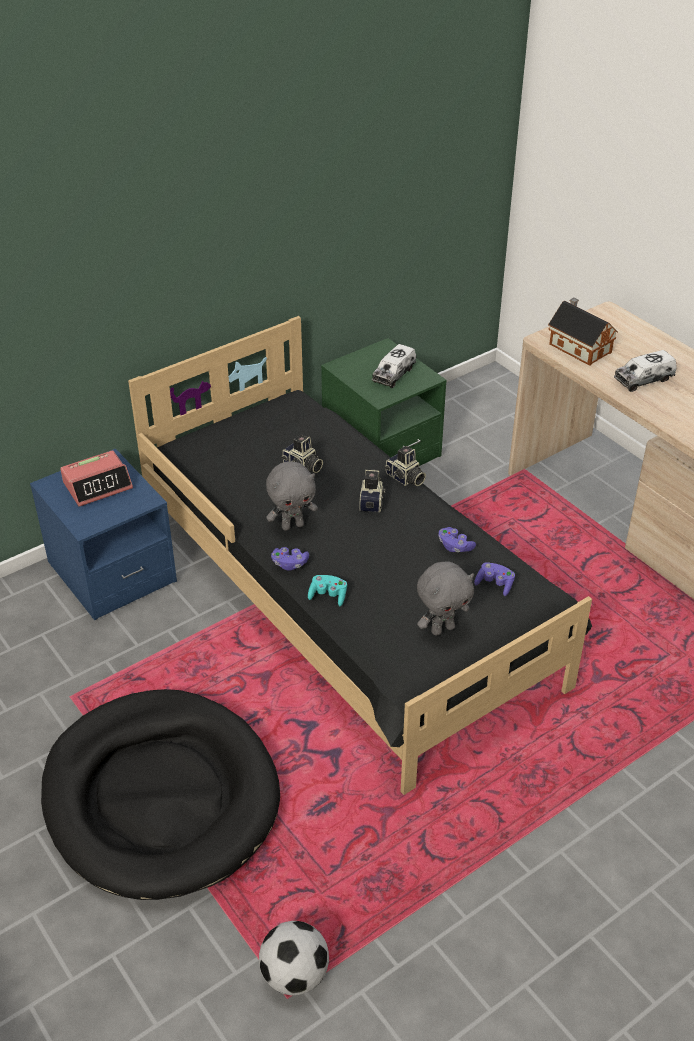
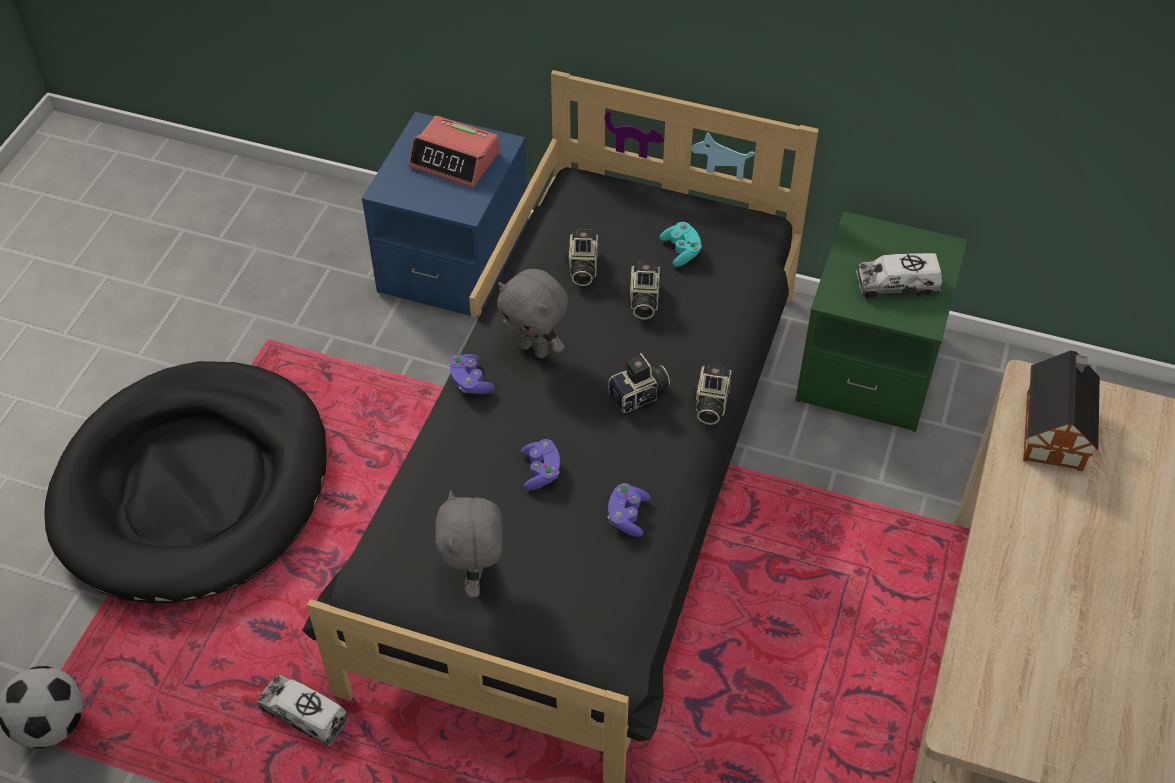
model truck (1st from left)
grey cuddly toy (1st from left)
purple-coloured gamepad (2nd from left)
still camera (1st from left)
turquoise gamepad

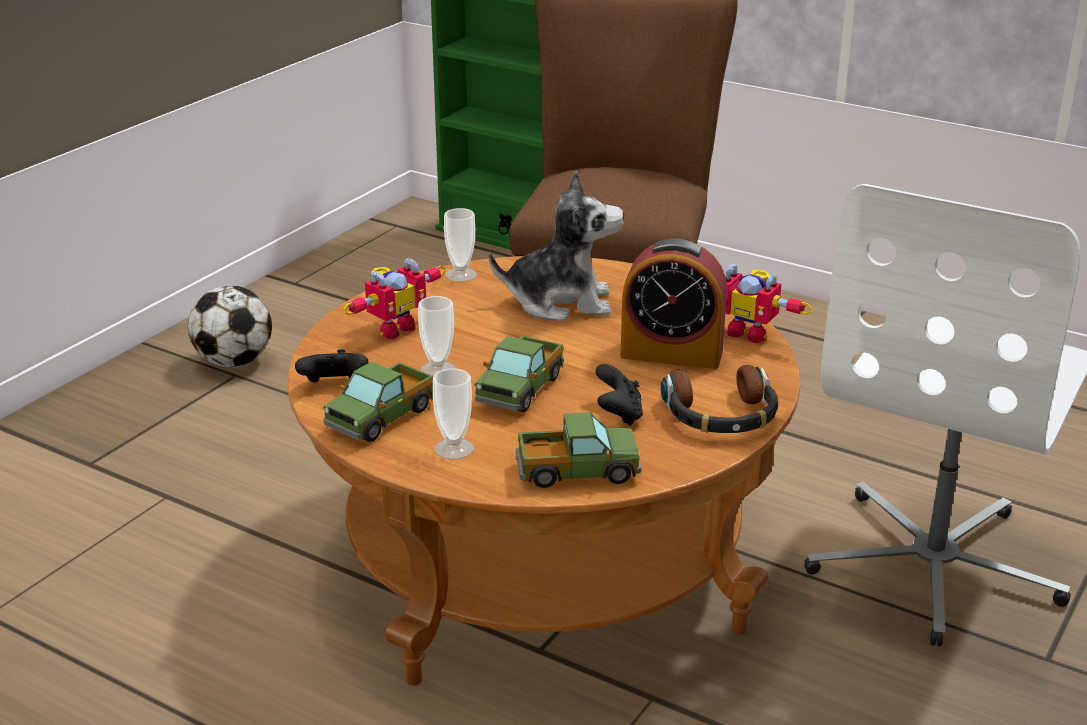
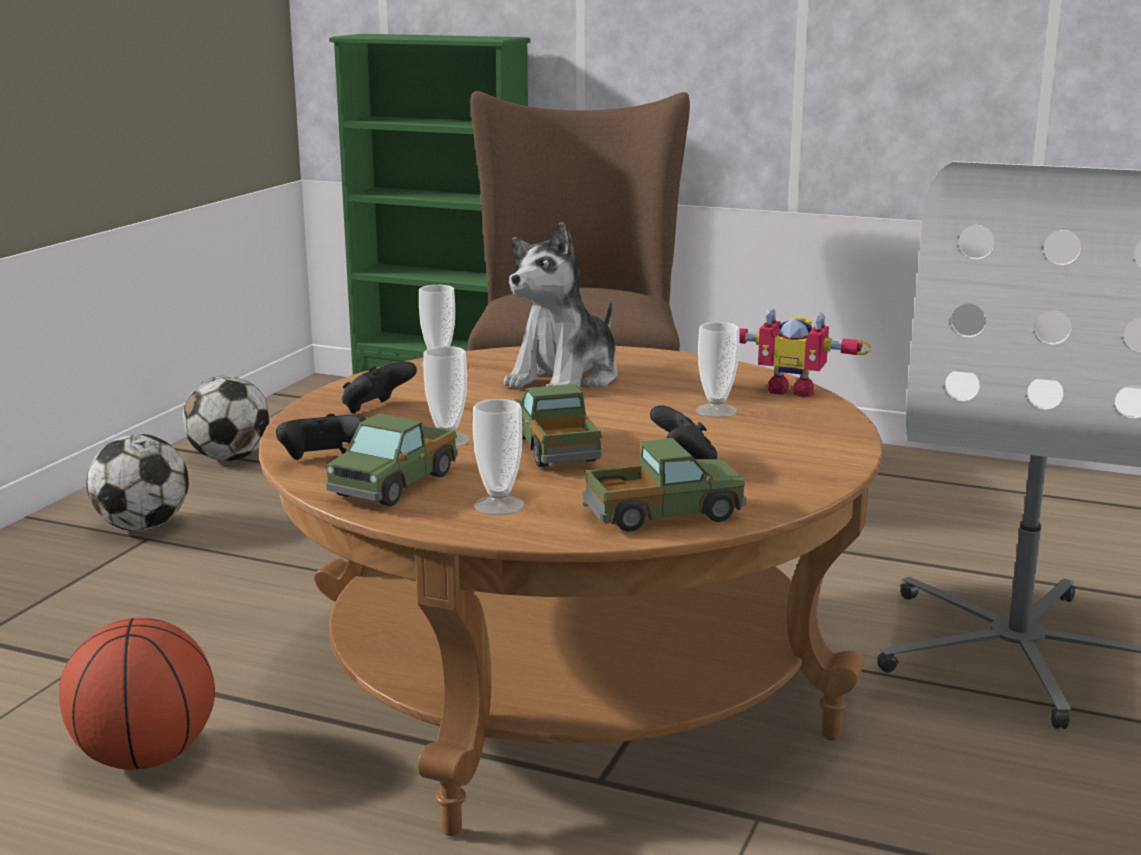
basketball
ball for football (2nd from left)
blackish gamepad (2nd from left)
cuddly toy
model truck (2nd from left)
small cup (4th from left)
headset

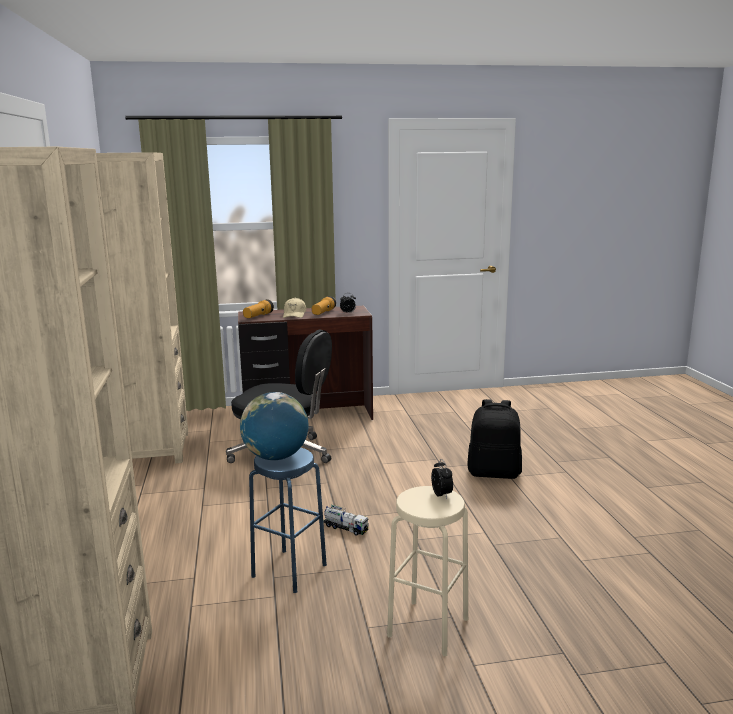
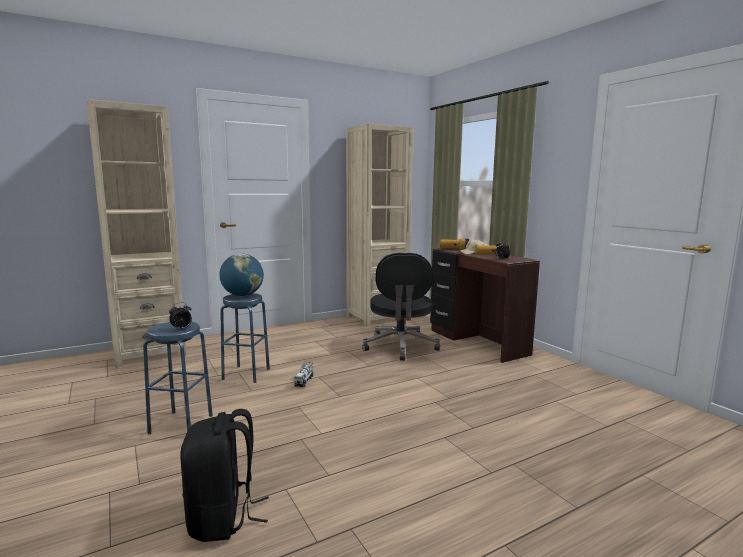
blue-coloured stool (1st from left)
blackish rucksack

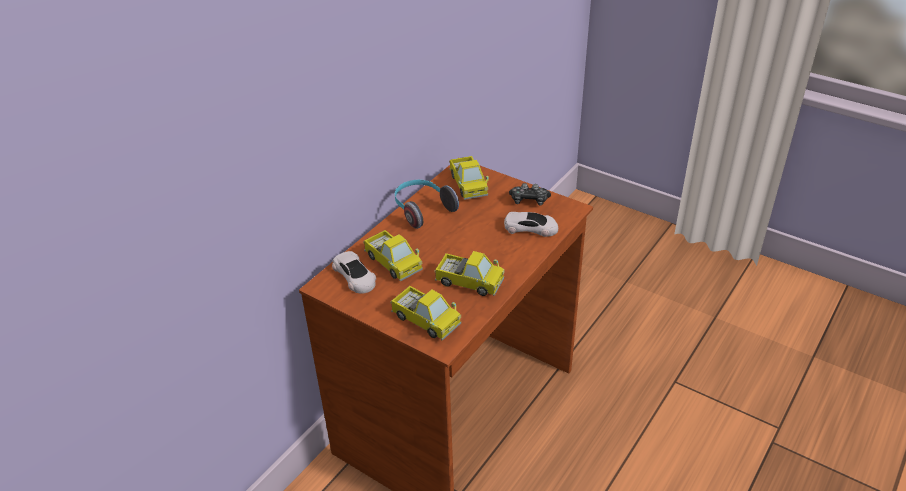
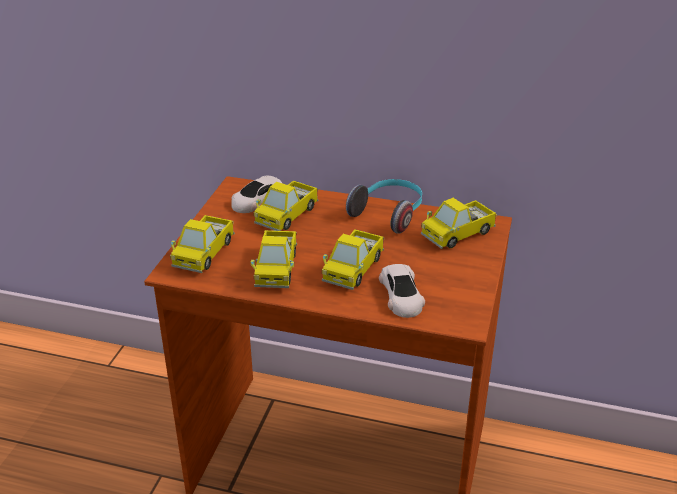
model truck (4th from left)
gamepad

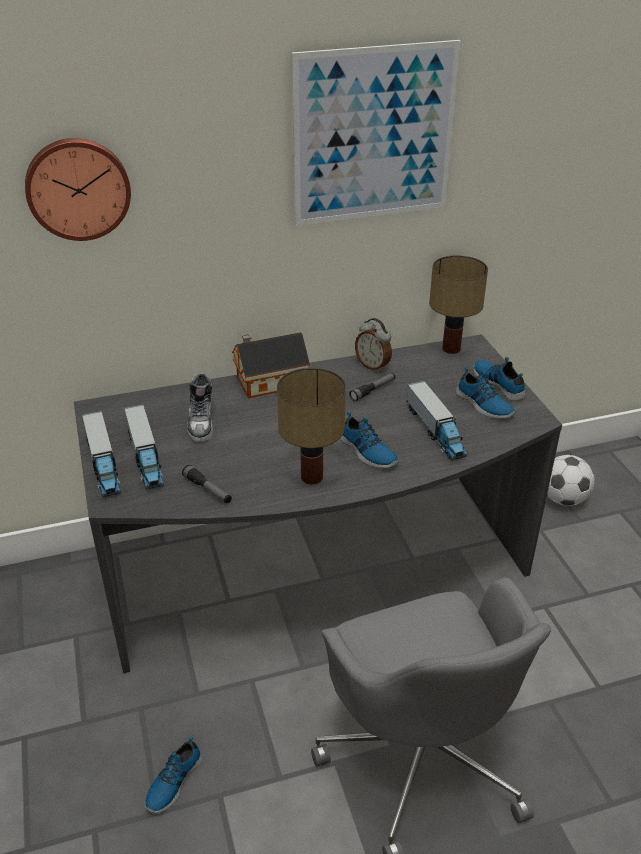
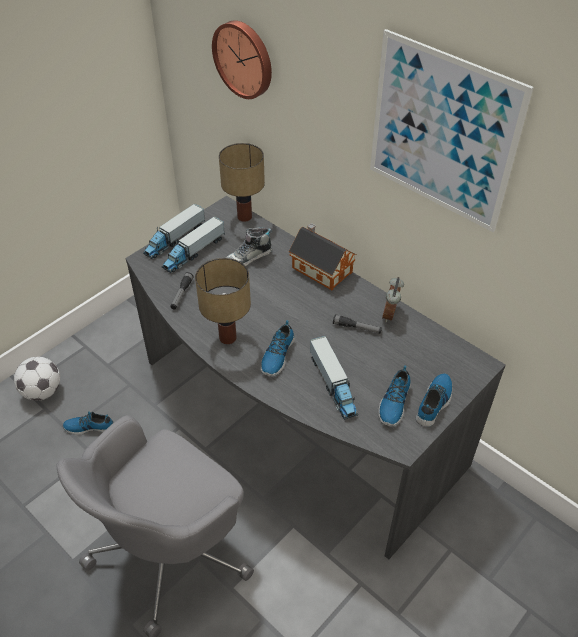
ball for football
table lamp (2nd from left)
model truck (3rd from left)

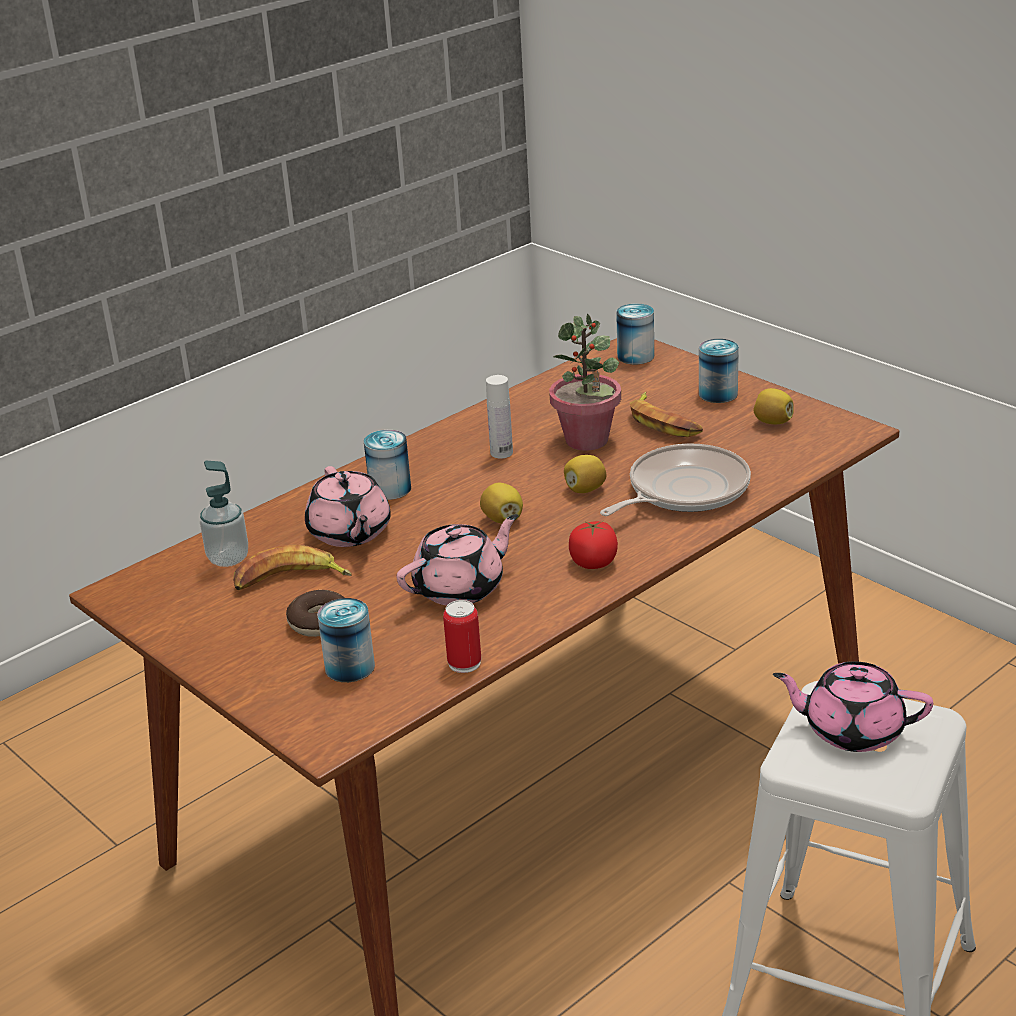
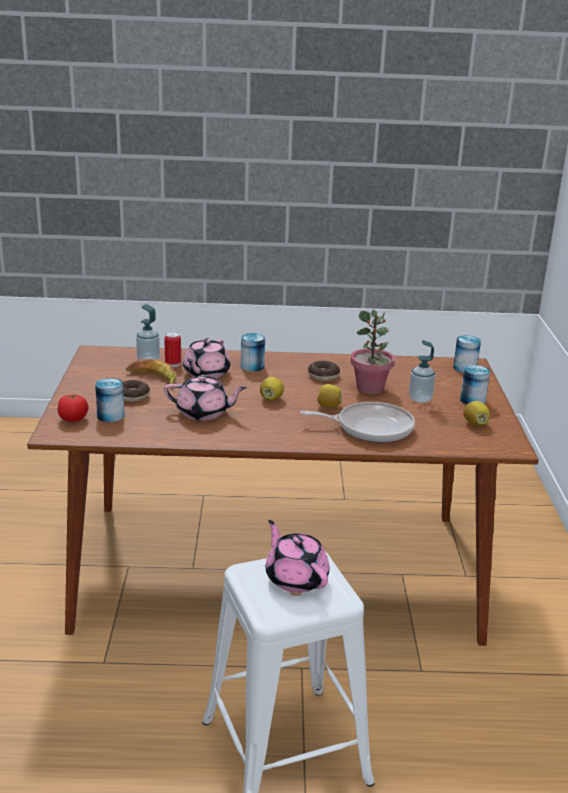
whole tomato
sealed can (2nd from left)
donut (2nd from left)
soap dispenser (2nd from left)

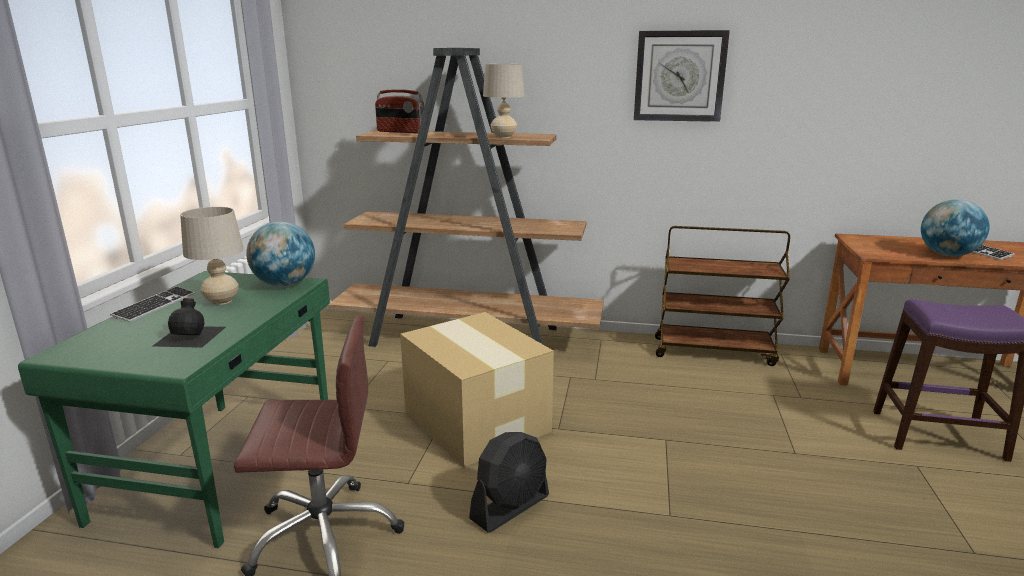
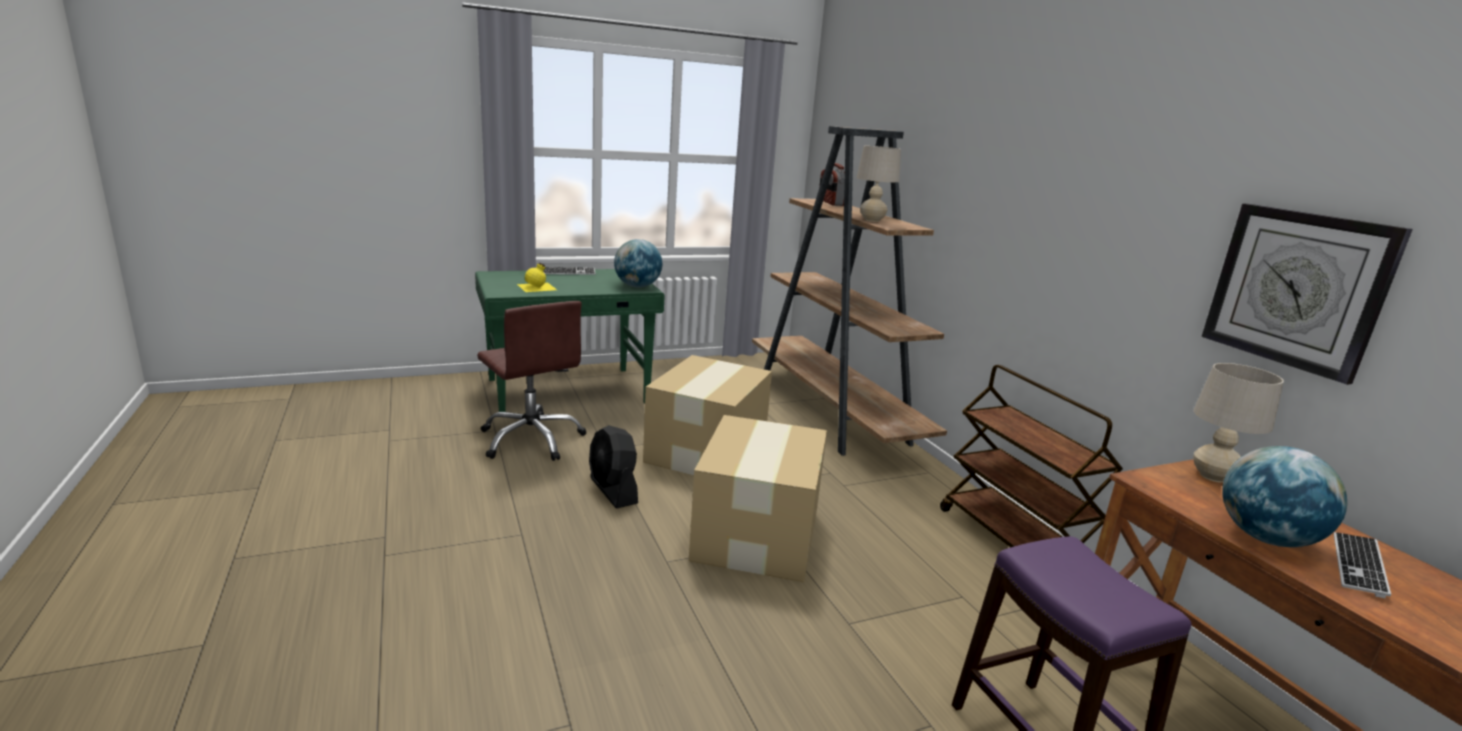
yellow drink bottle
blackish cooling fan
carton (2nd from left)
sand-coloured table lamp (2nd from left)
hanging clock

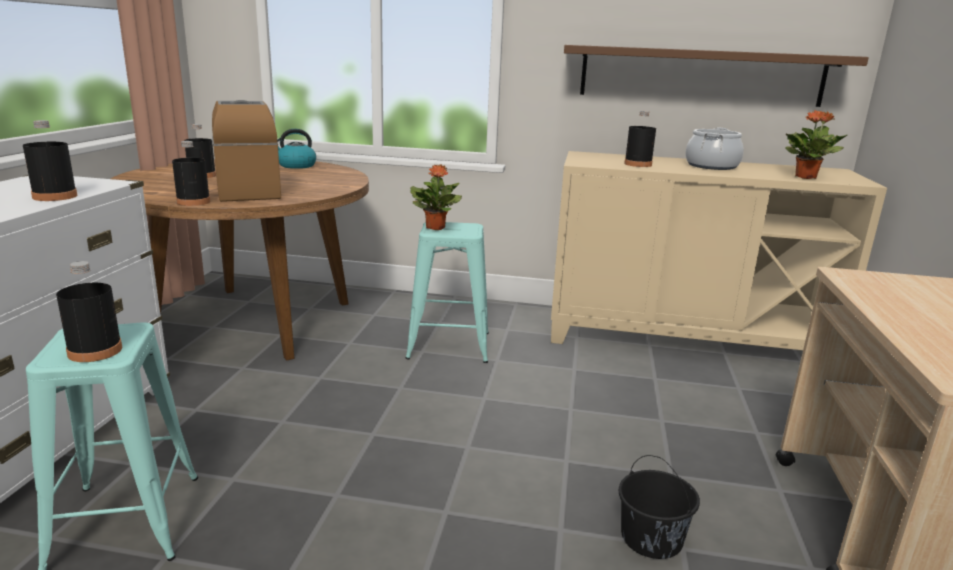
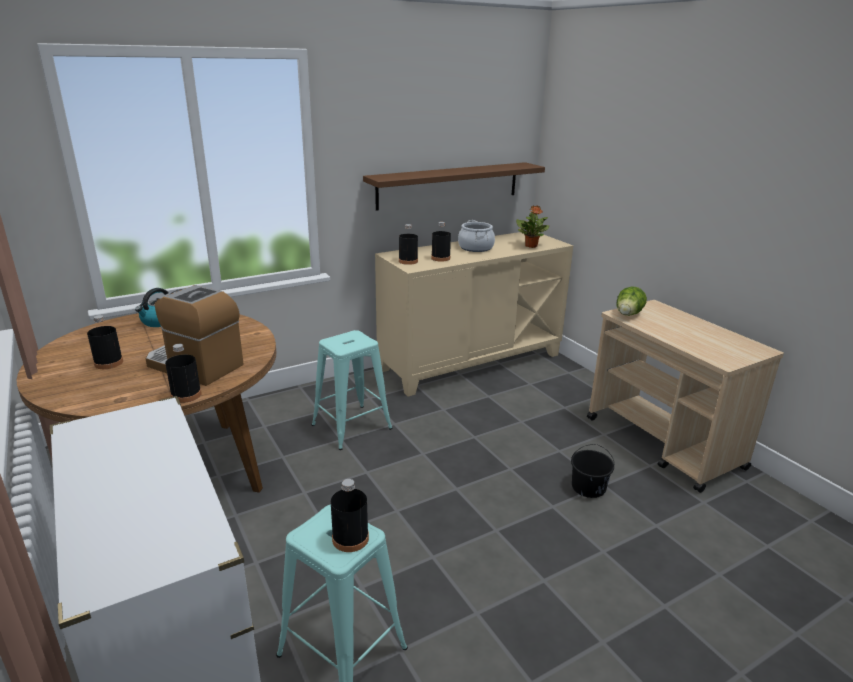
blackish drink bottle (4th from left)
lettuce head
houseplant (1st from left in the first image)

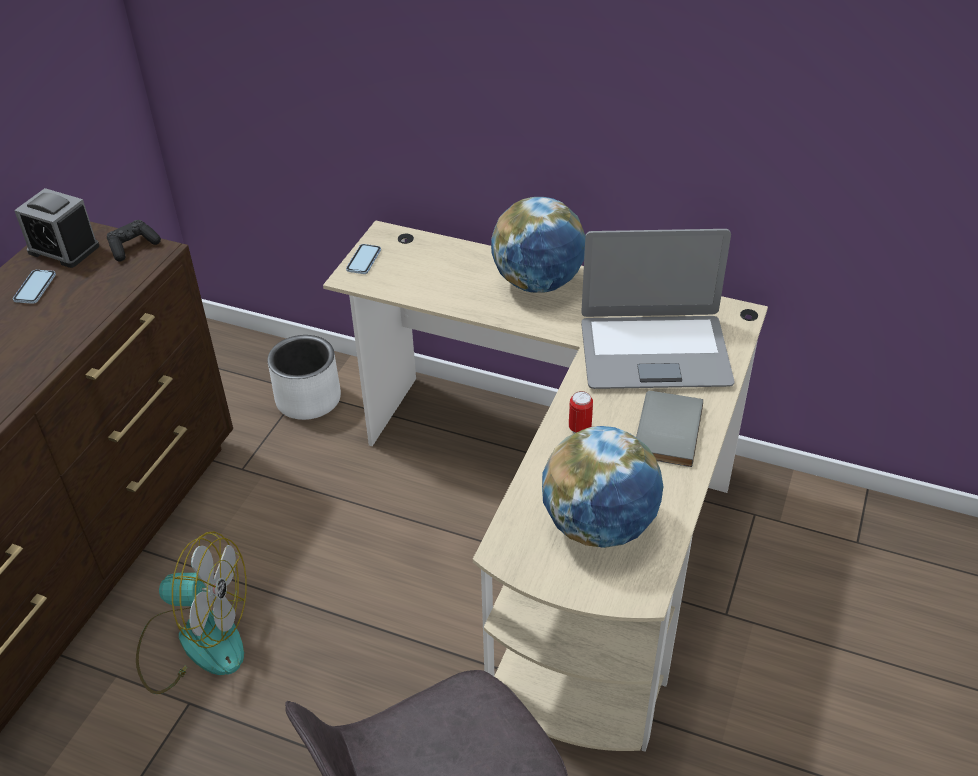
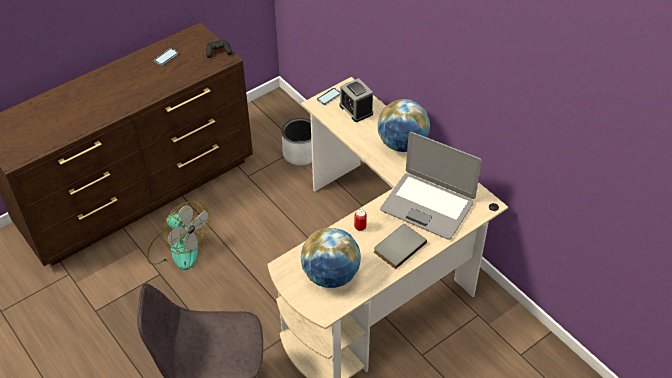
bedside clock

